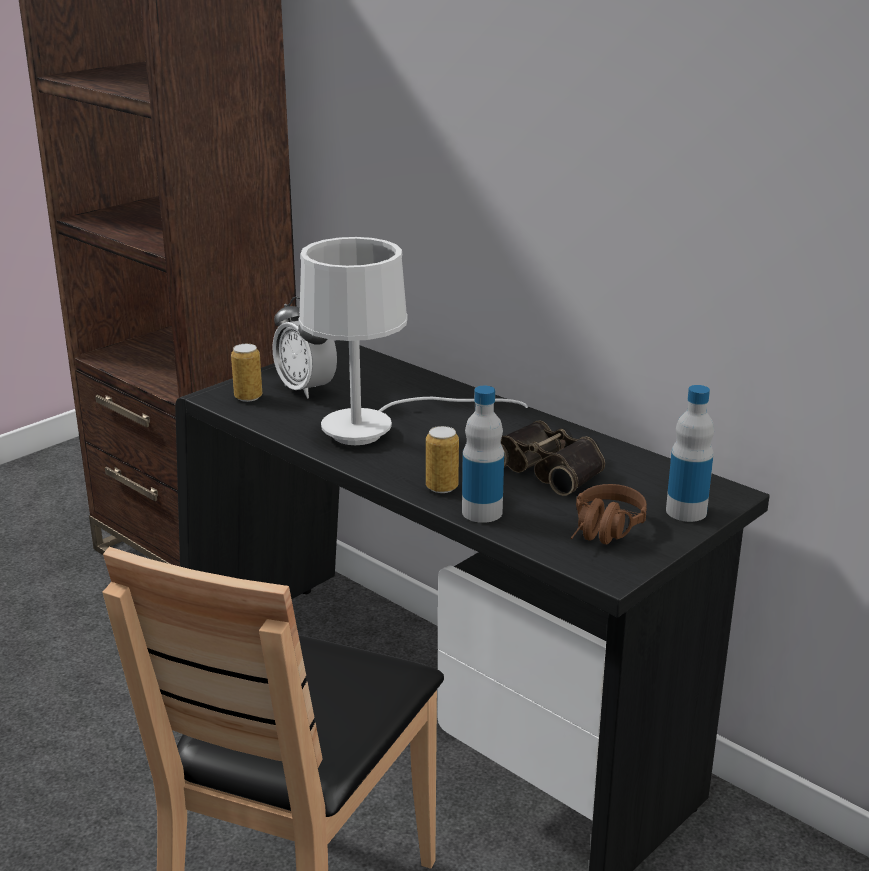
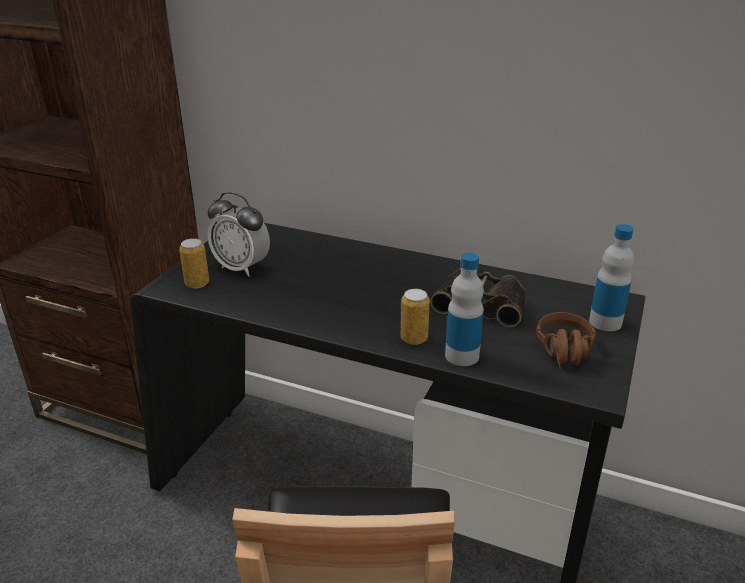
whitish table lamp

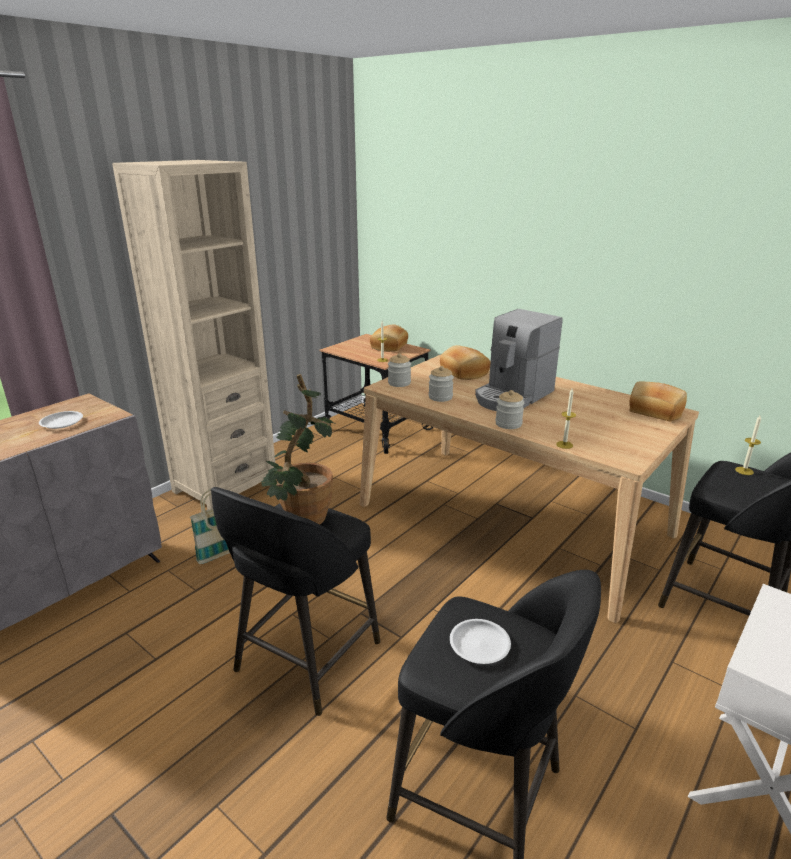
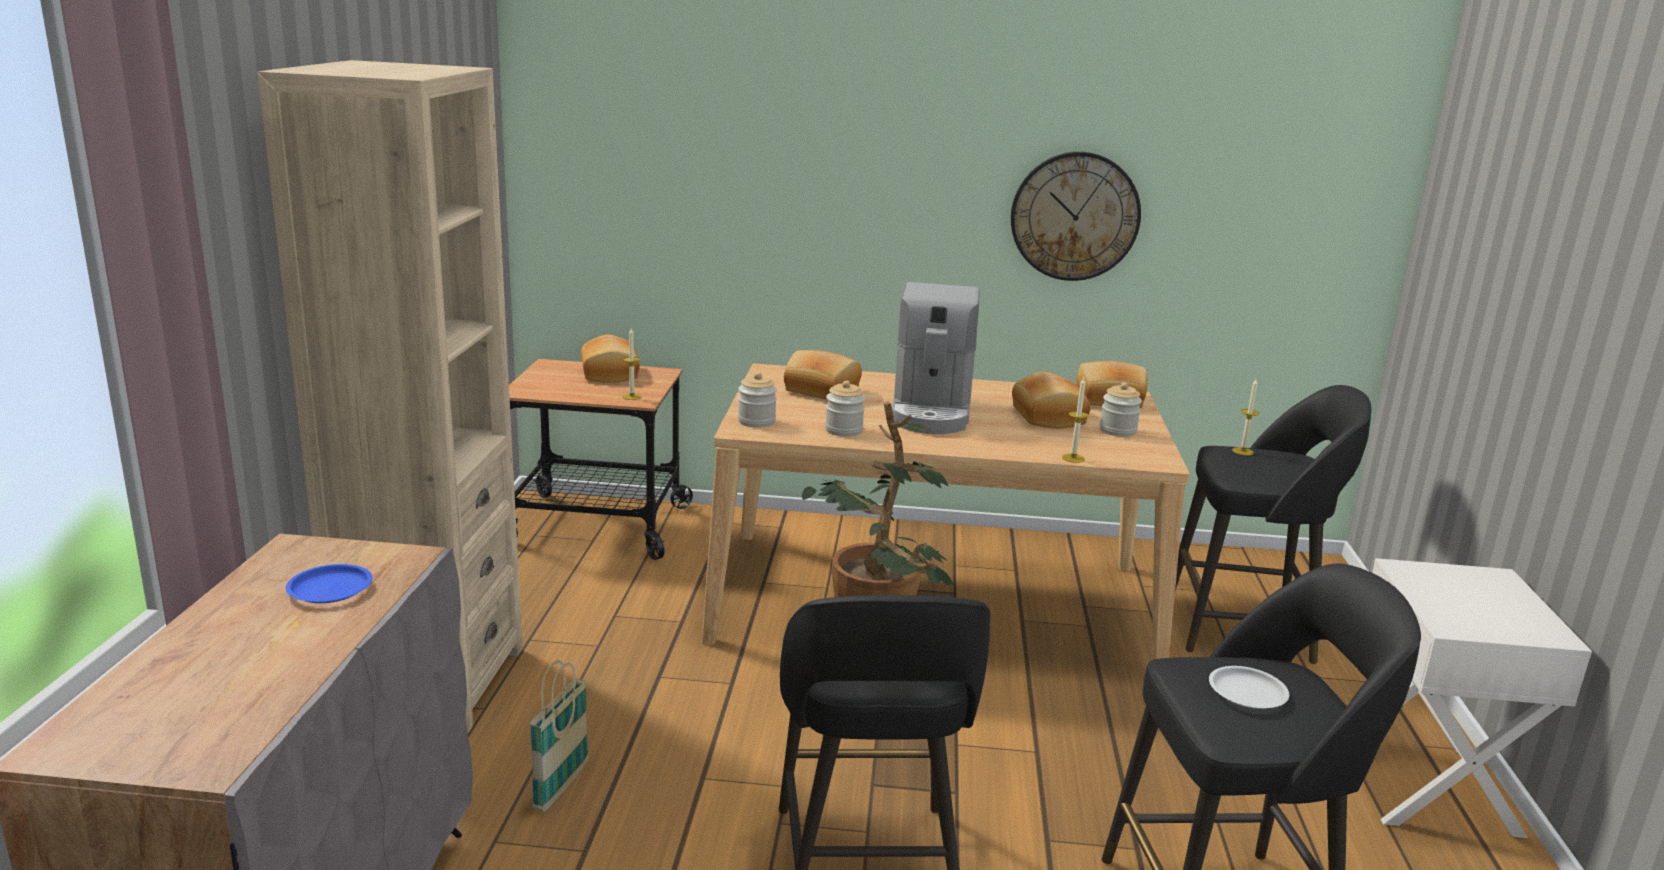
blue-coloured dinner plate
hanging clock
bread (3rd from left)
storage jar (3rd from left)

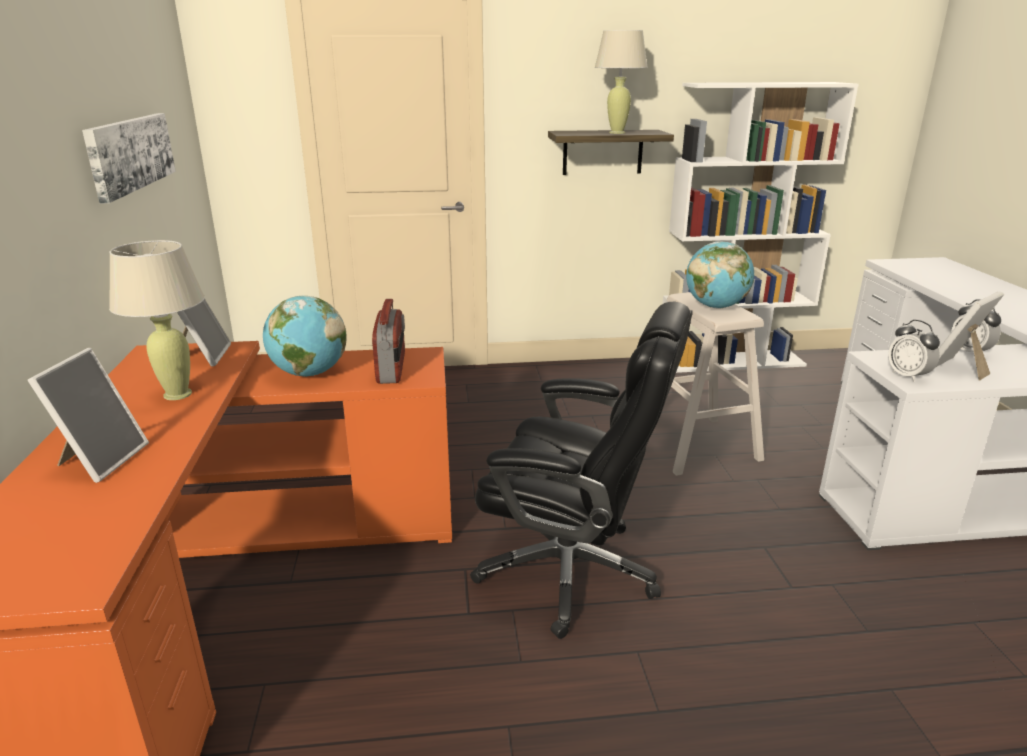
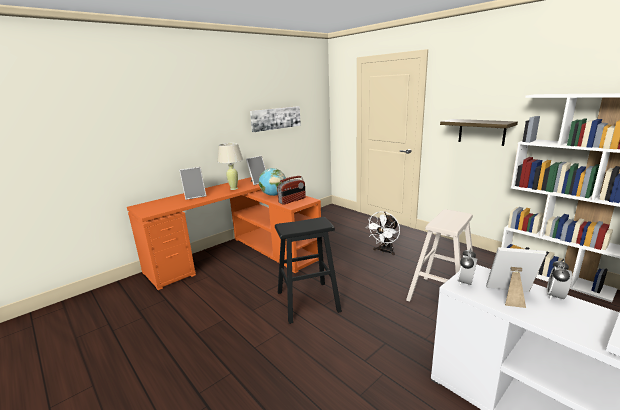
blackish stool
whitish cooling fan
sand-coloured table lamp (2nd from left in the first image)
desk globe (2nd from left in the first image)

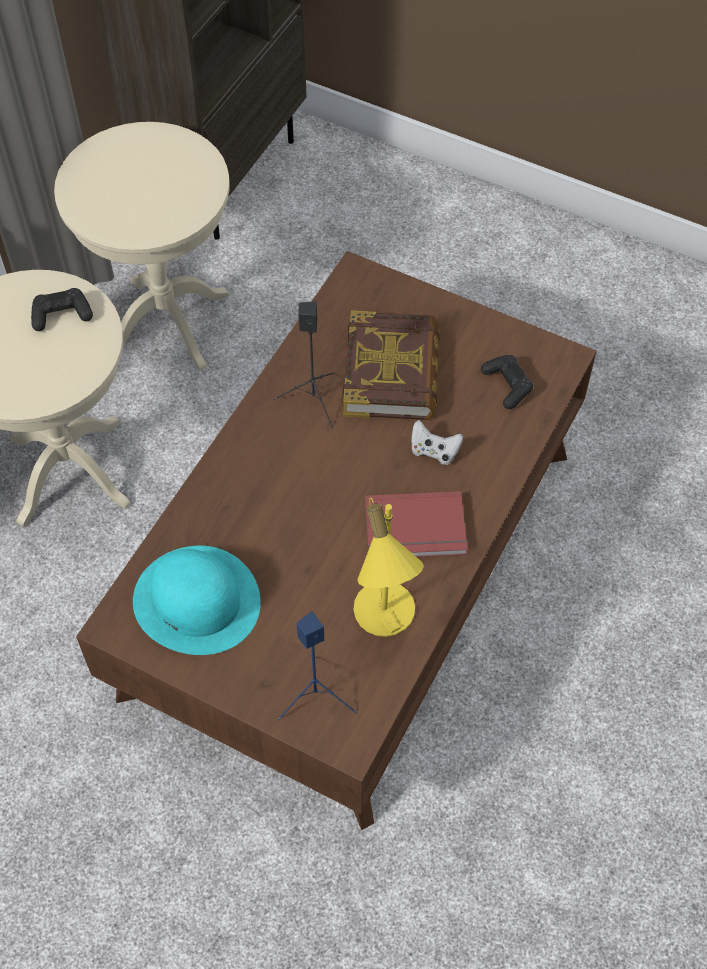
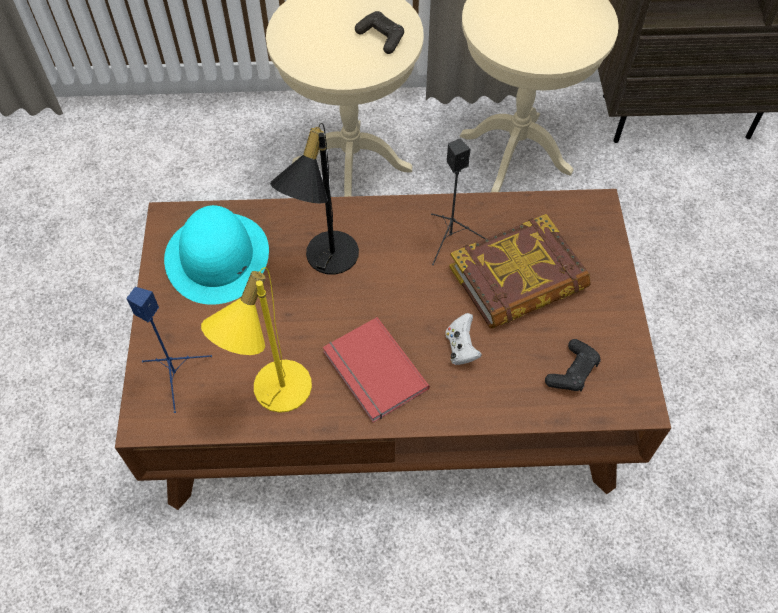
blackish table lamp

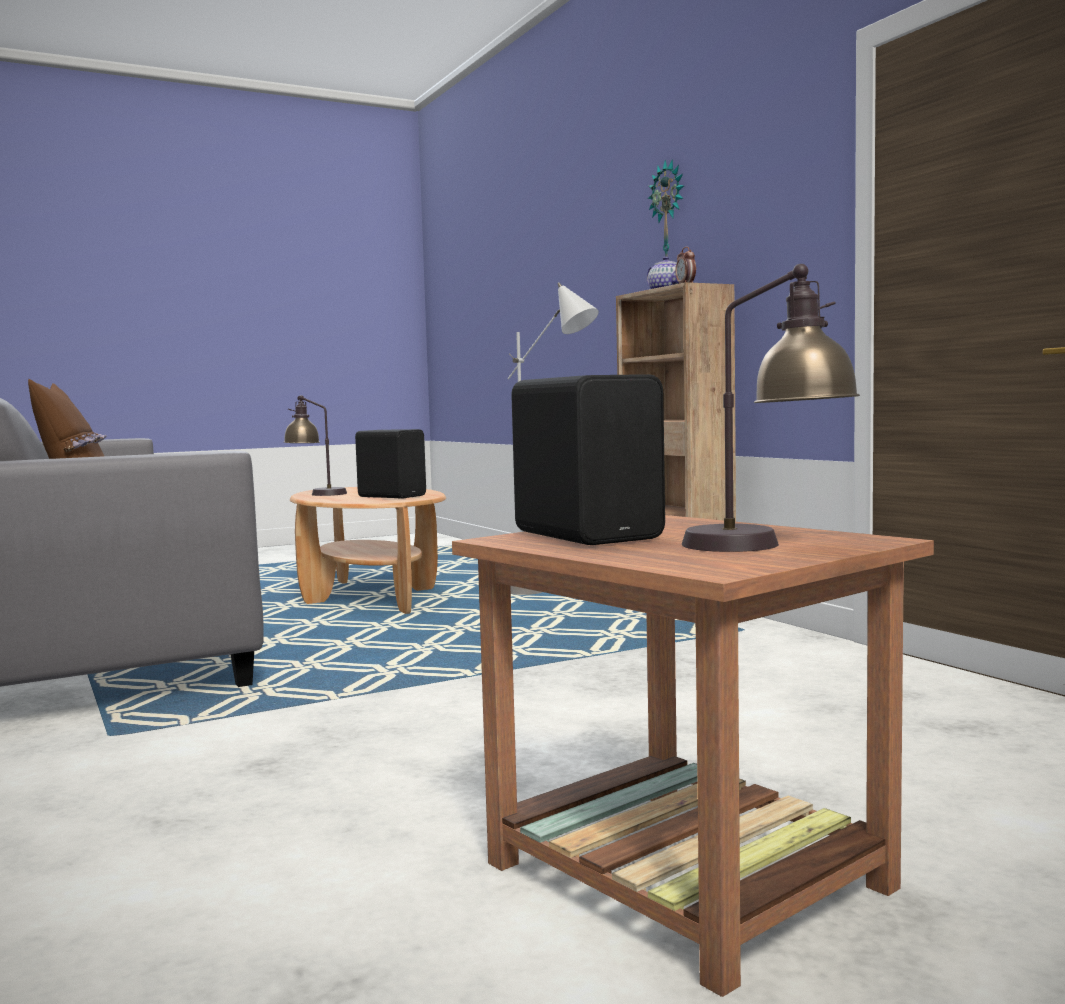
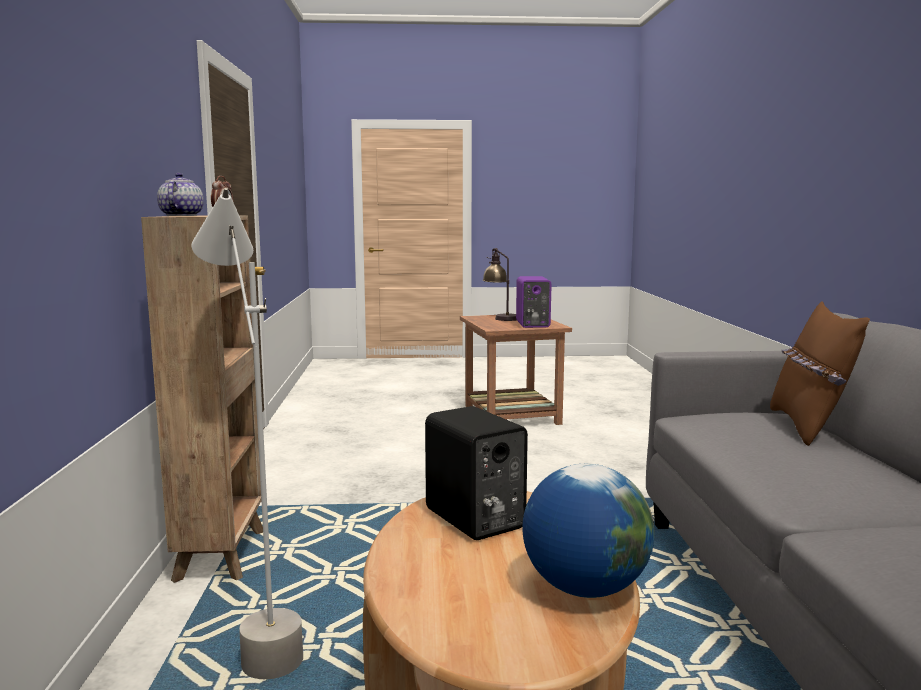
purple-coloured audio speaker
desk globe
hanging clock

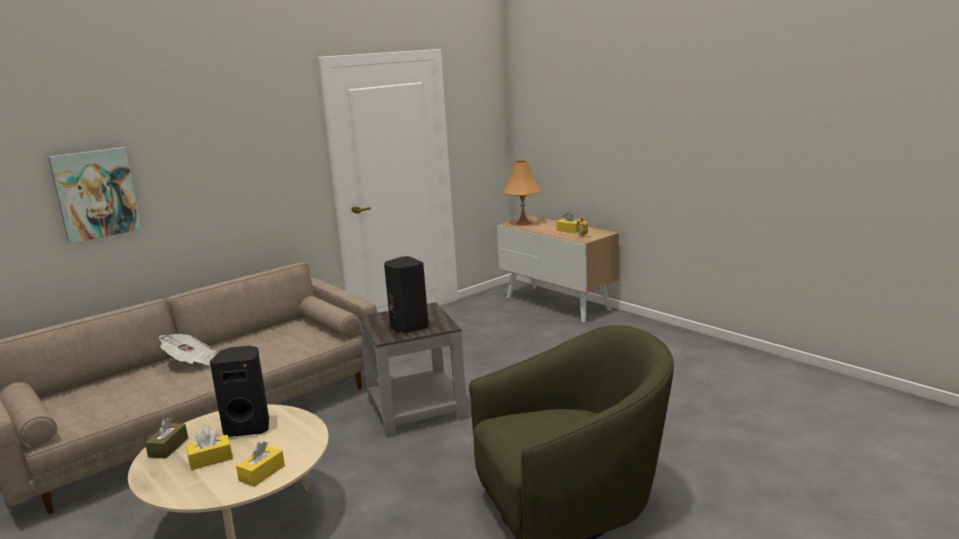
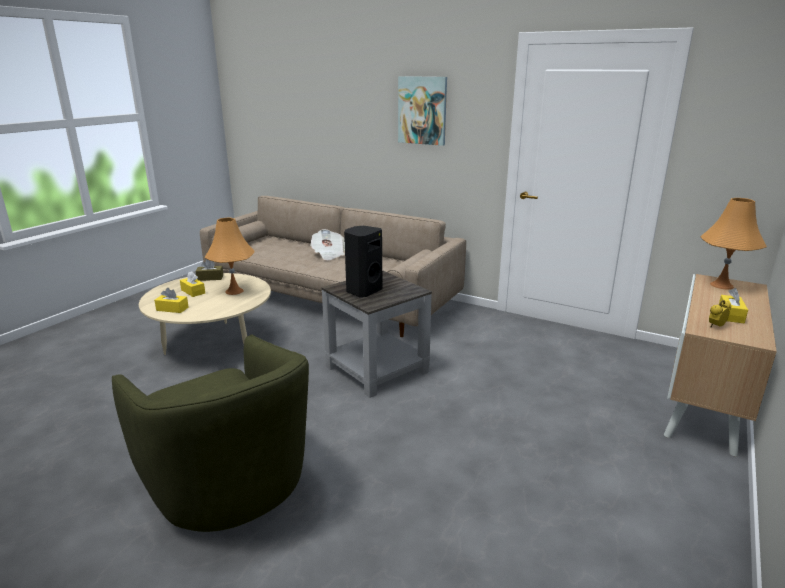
orangey table lamp (1st from left)
wall art

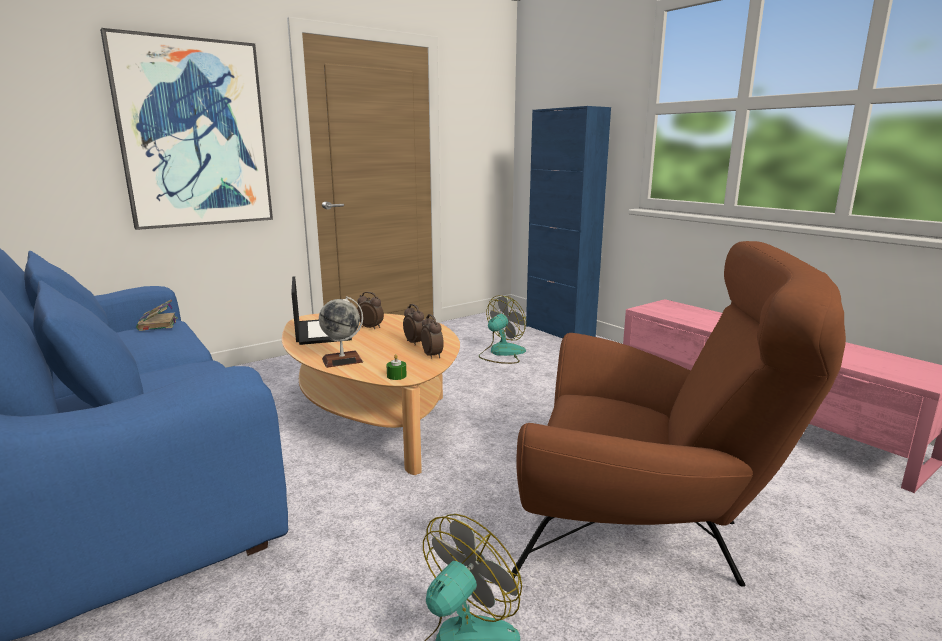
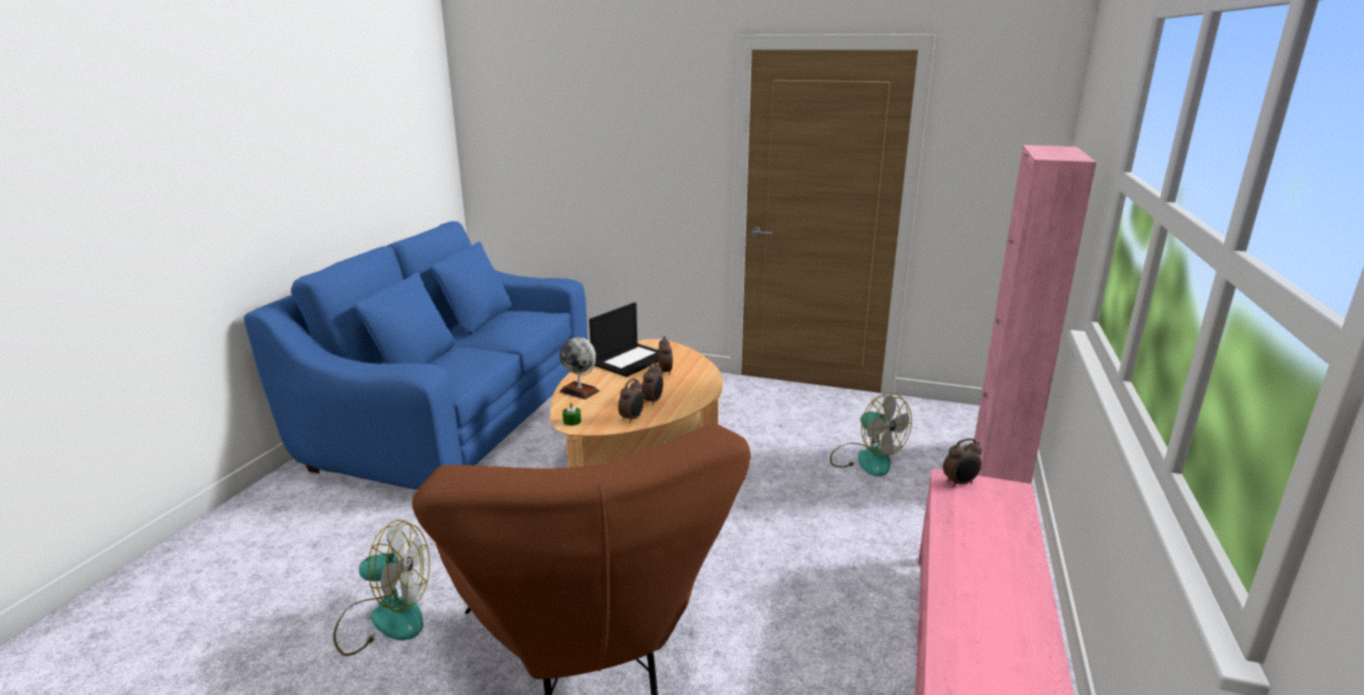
cooling fan (2nd from left)
bedside clock (4th from left)
pinkish storage cabinet
wall art
bound book

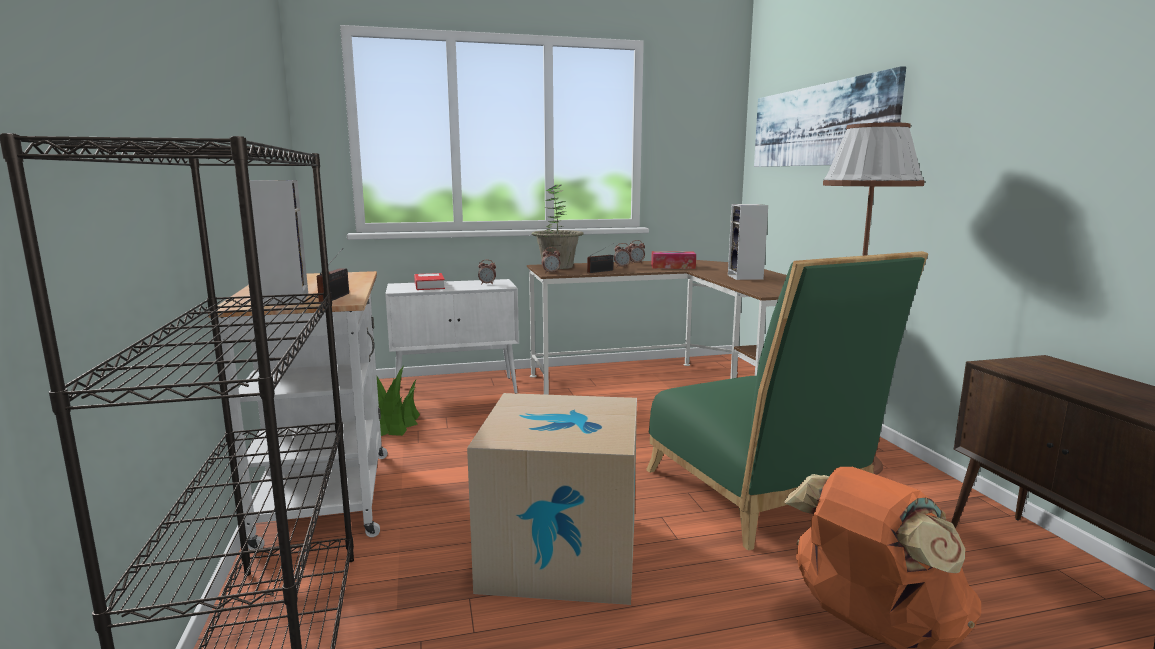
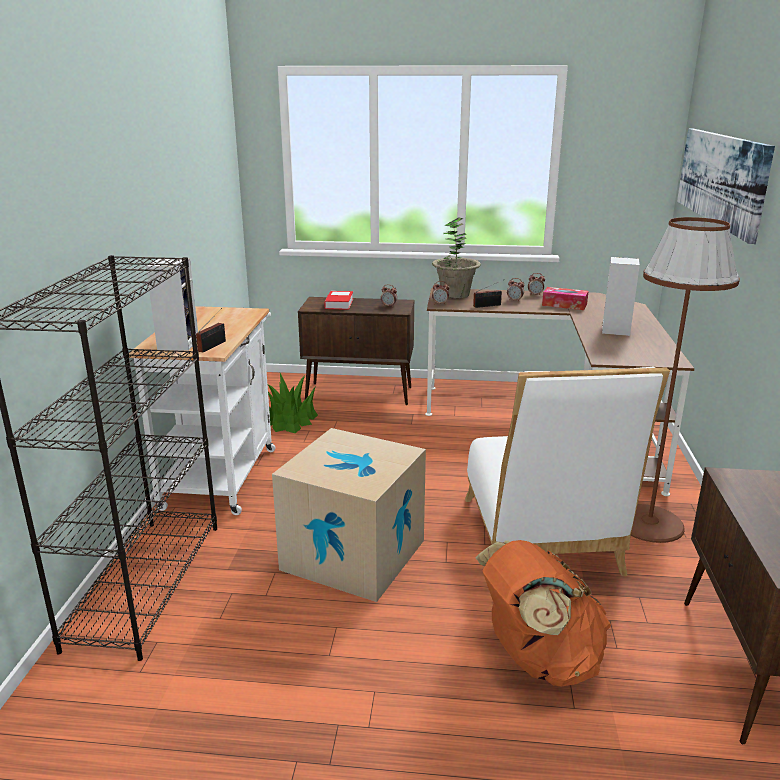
brown storage cabinet (1st from left)
whitish upright chair

